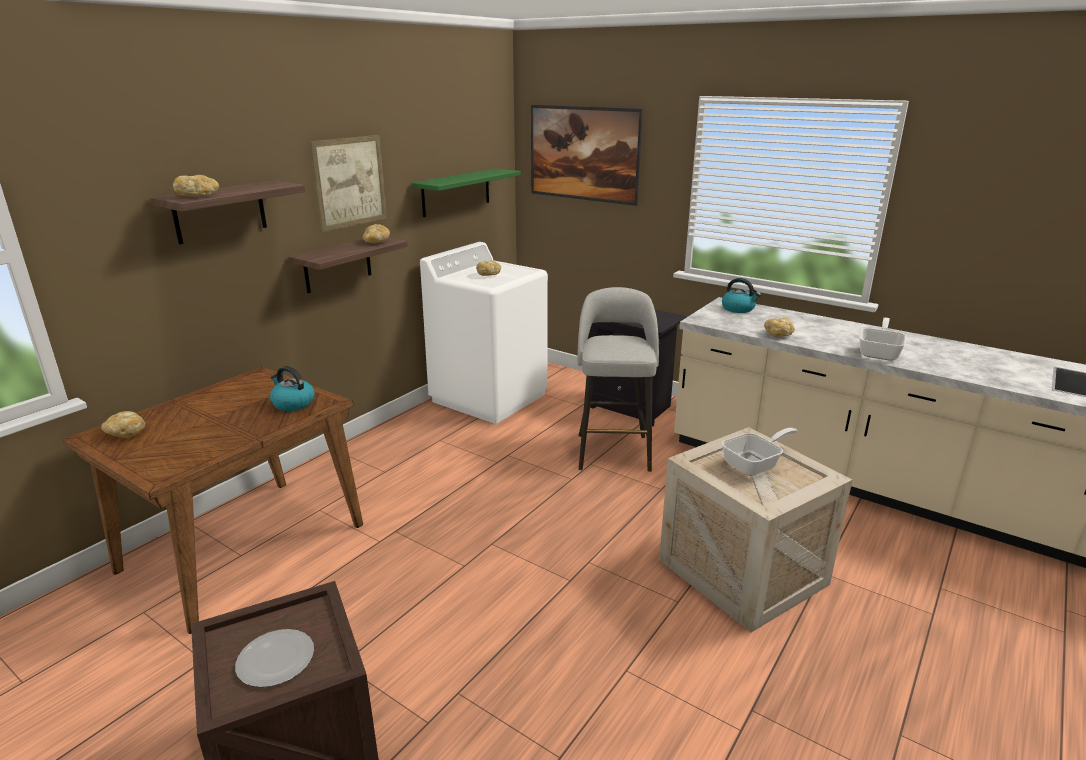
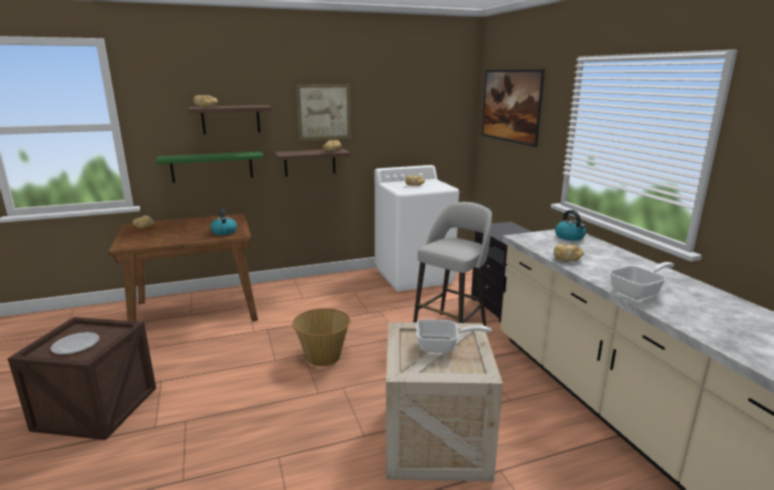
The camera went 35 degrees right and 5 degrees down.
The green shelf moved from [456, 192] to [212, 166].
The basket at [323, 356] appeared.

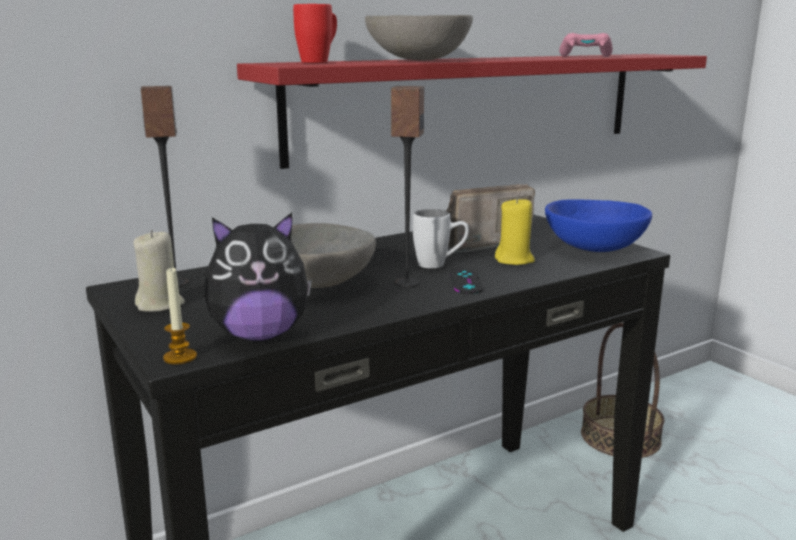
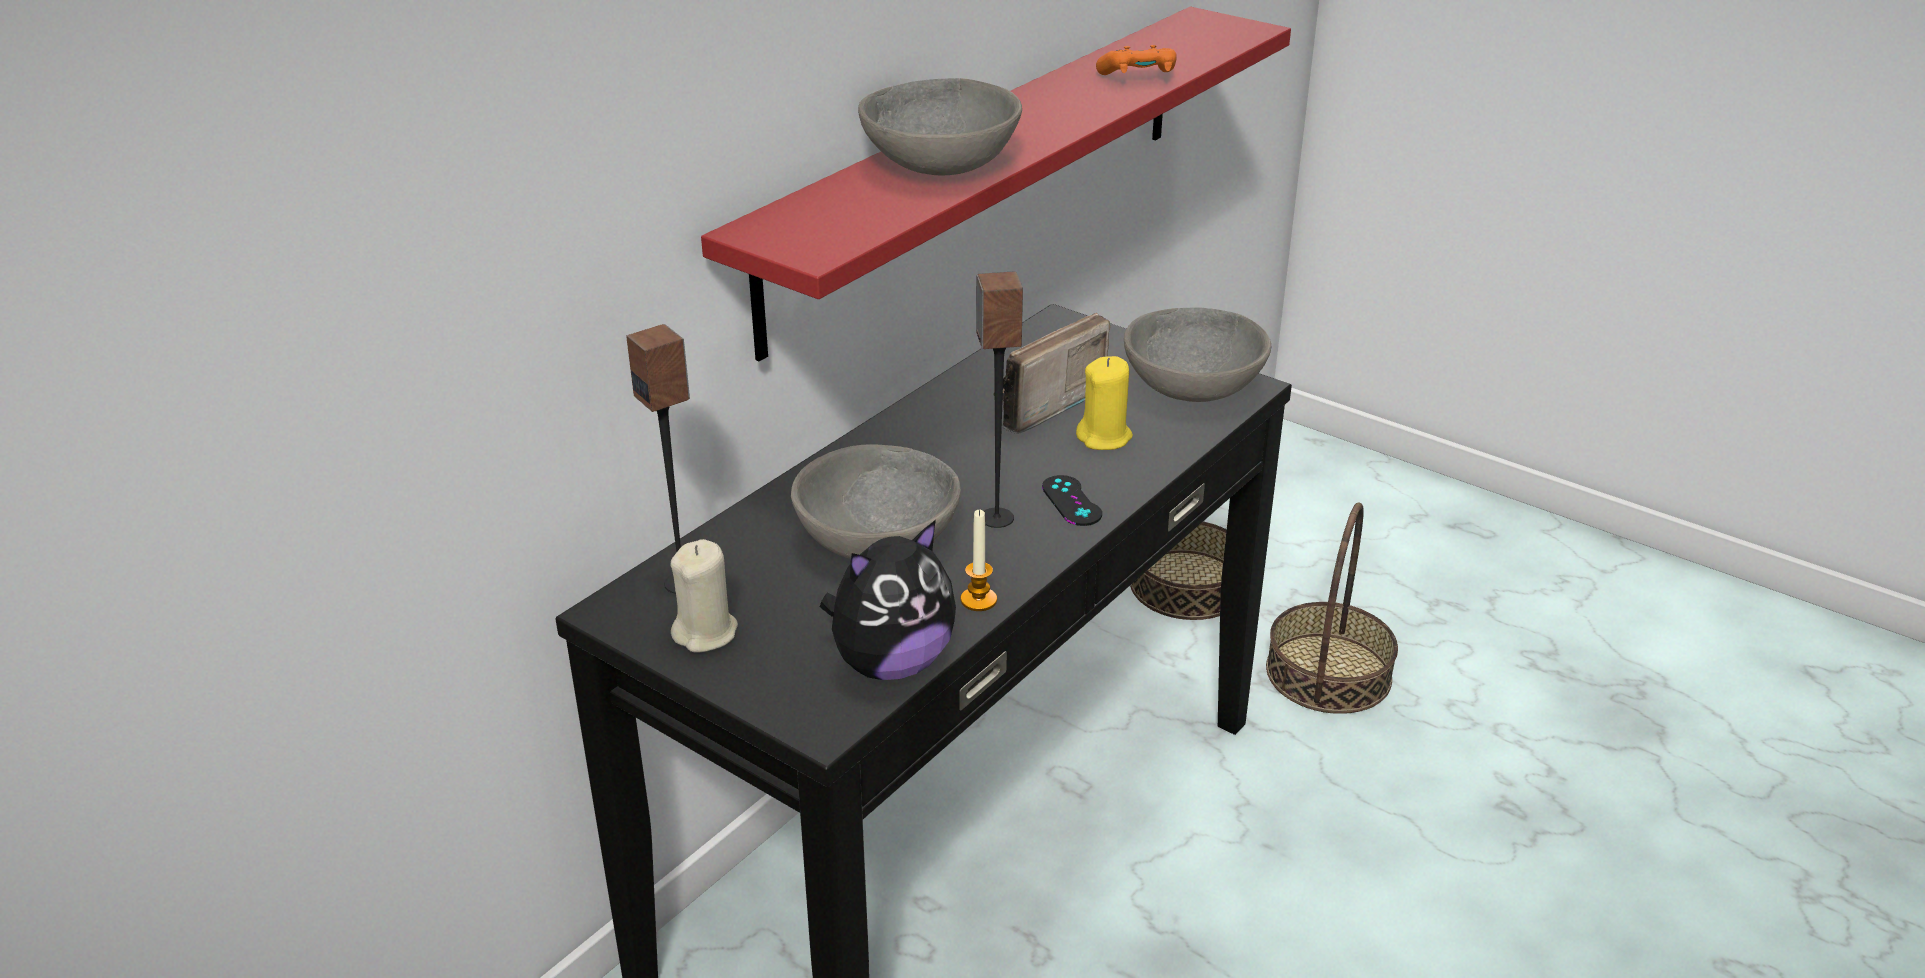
The camera went 20 degrees left and 15 degrees up.
The candle moved from [180, 357] to [978, 600].
The red mug at [320, 61] disappeared.
The white mug at [440, 265] disappeared.
The blue bowl at [595, 248] became the grey bowl at [1192, 387].
The pink game controller at [585, 57] became the orange game controller at [1138, 79].
The basket at [1328, 673] appeared.

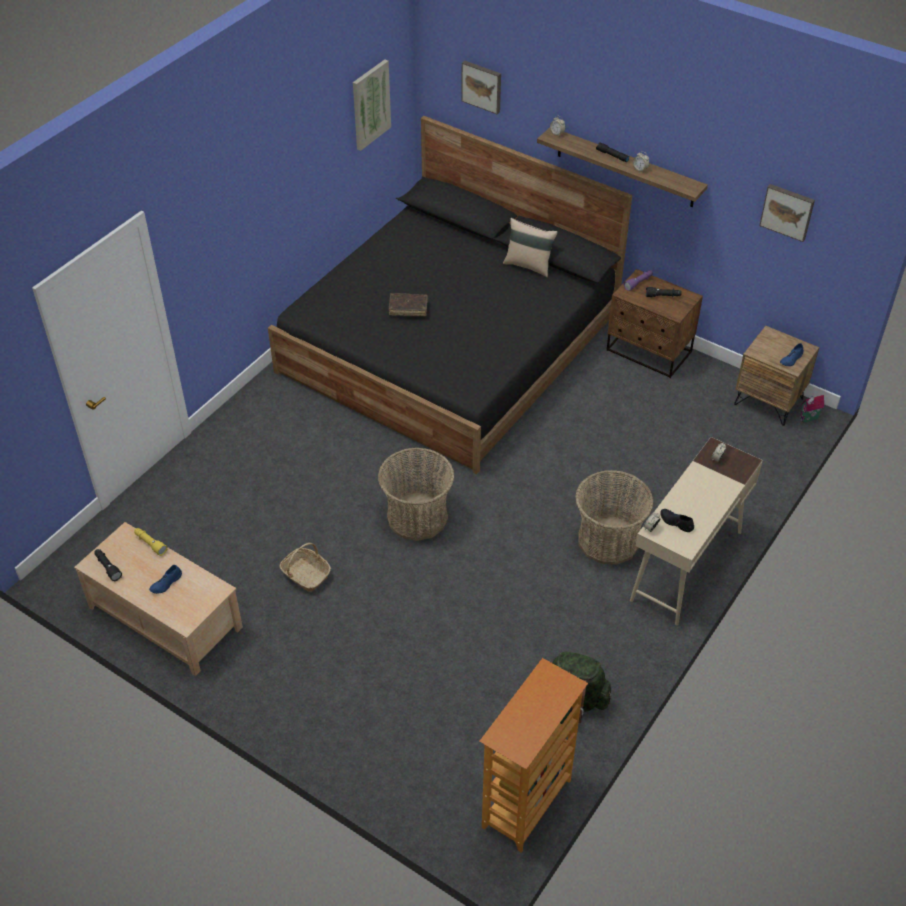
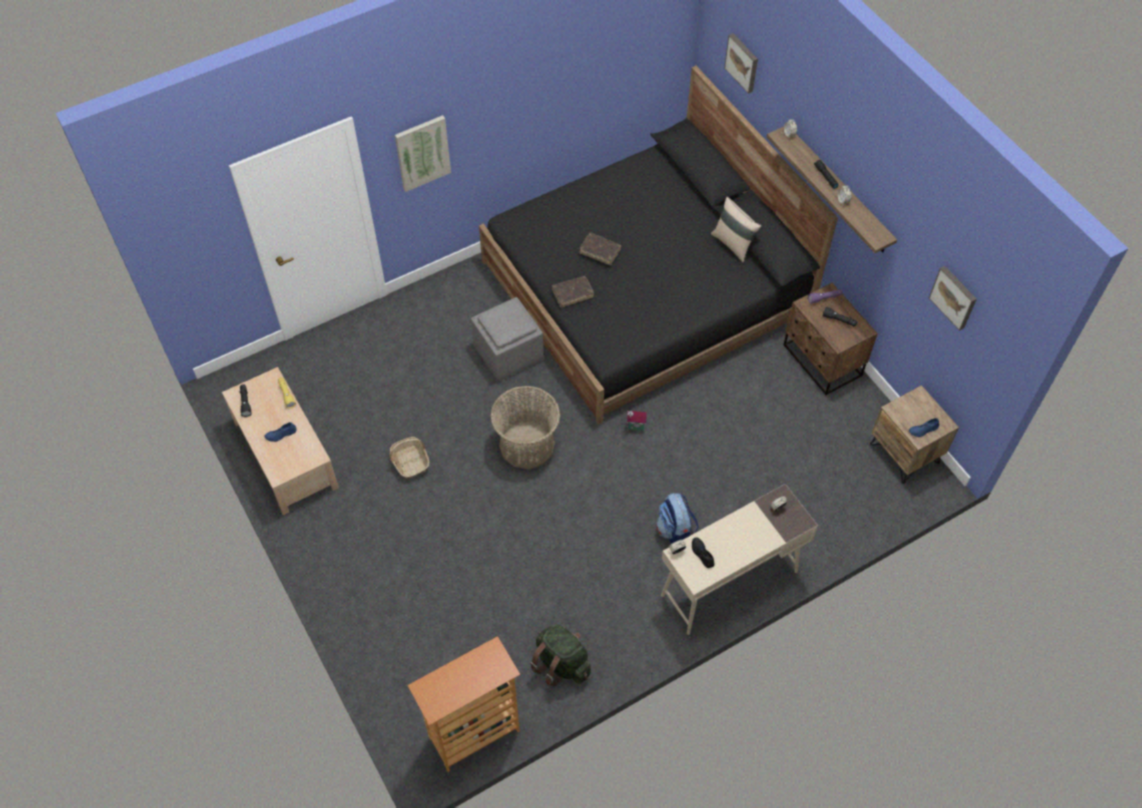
The camera went 25 degrees right and 10 degrees up.
The picture moved from [370, 104] to [422, 152].
The basket at [608, 540] was replaced by the backpack at [675, 532].
The toy house moved from [809, 419] to [635, 428].
The grey ottoman at [509, 353] appeared.
The brown book at [572, 294] appeared.

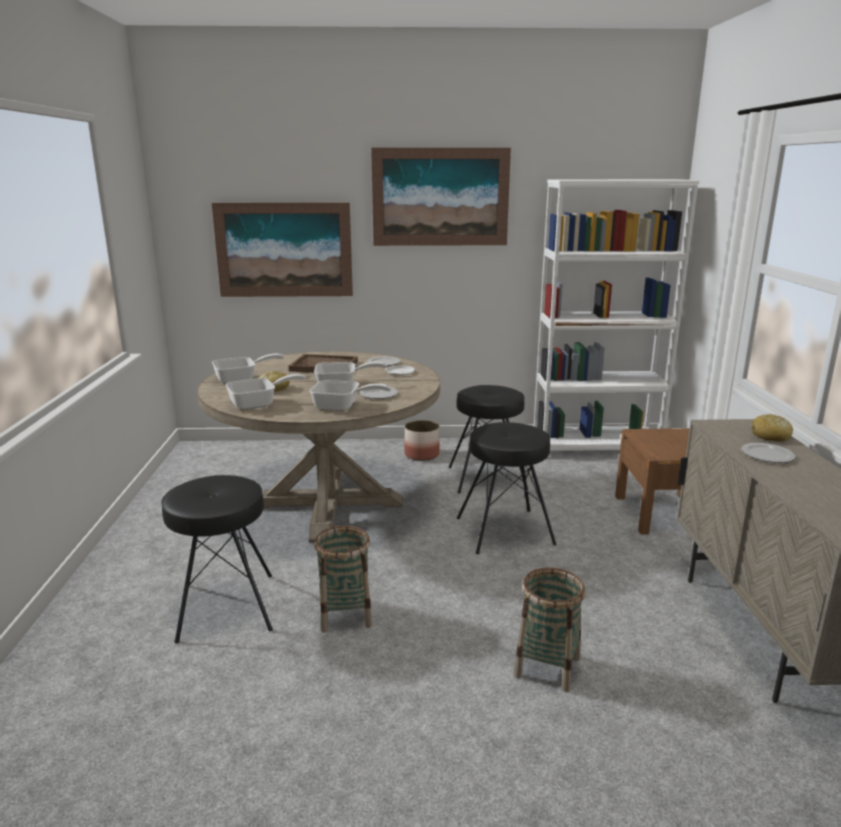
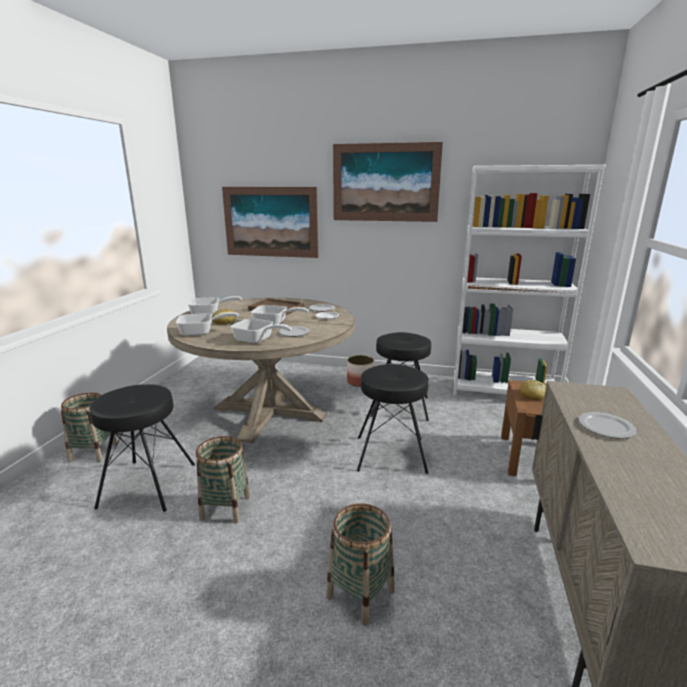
The camera went 15 degrees right and 0 degrees up.
The bread moved from [770, 436] to [533, 395].
The basket at [93, 452] appeared.

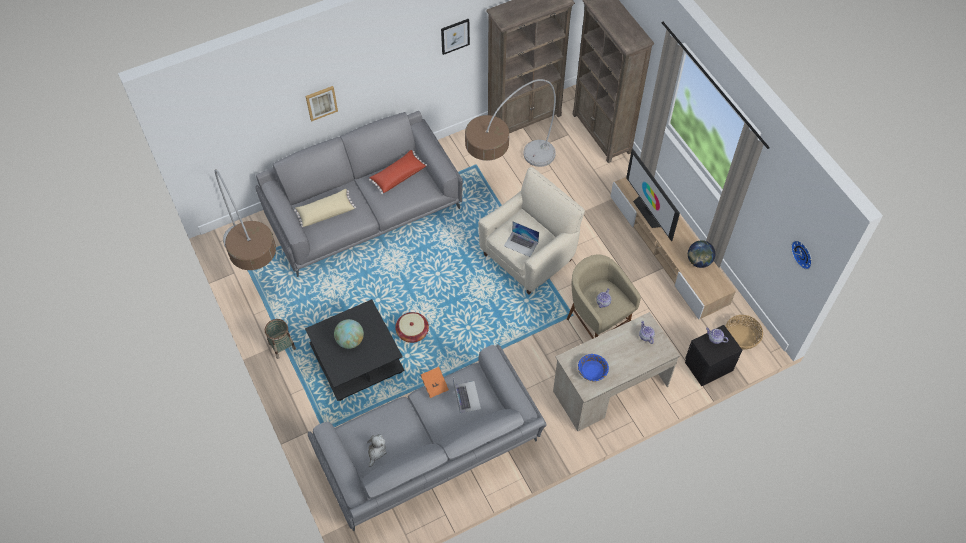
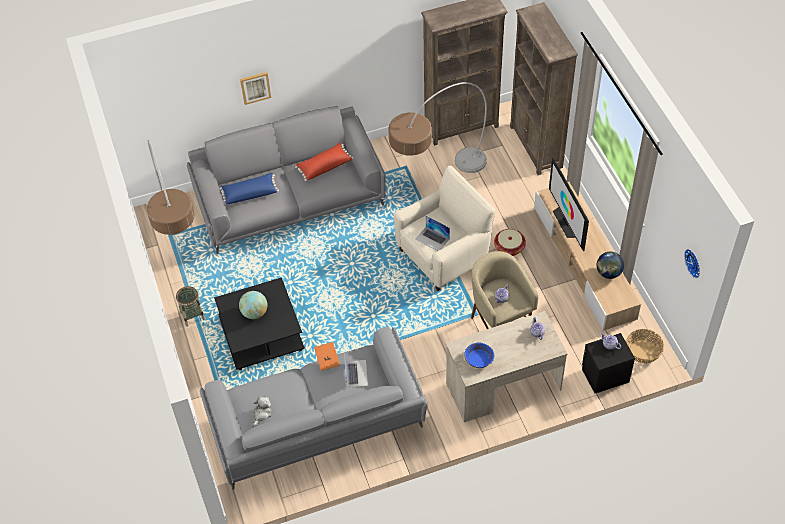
The camera went 10 degrees right and 5 degrees down.
The beige pillow at [325, 212] became the blue pillow at [249, 193].
The basket moved from [412, 332] to [509, 248].
The picture at [455, 36] disappeared.

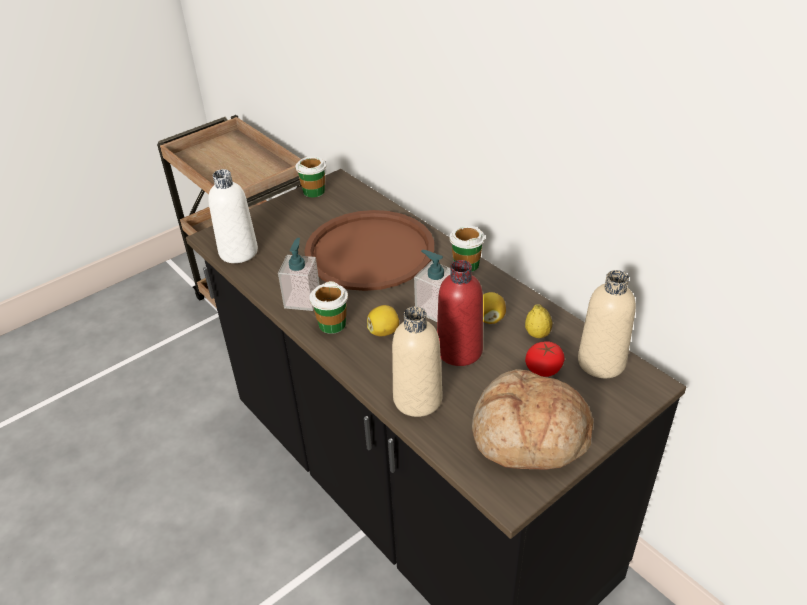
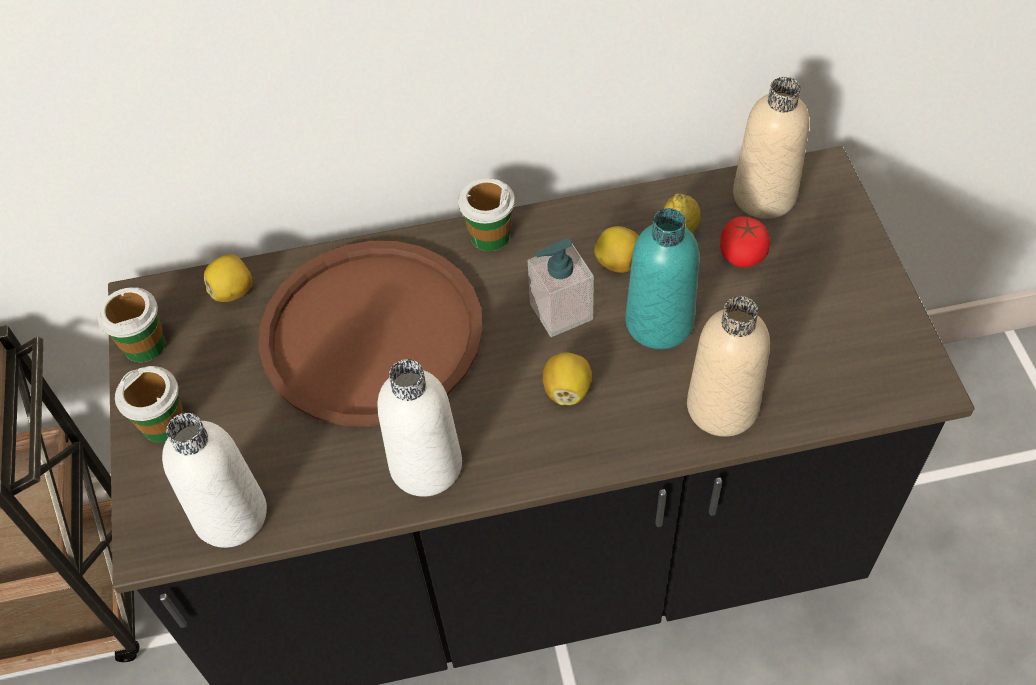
The camera went 60 degrees left and 15 degrees up.
The soap dispenser at [302, 300] was replaced by the white bottle at [426, 465].
The cup moved from [332, 324] to [164, 424].
The red bottle at [459, 350] became the turquoise bottle at [659, 322].
The bread at [529, 435] disappeared.
The lemon at [233, 291] appeared.

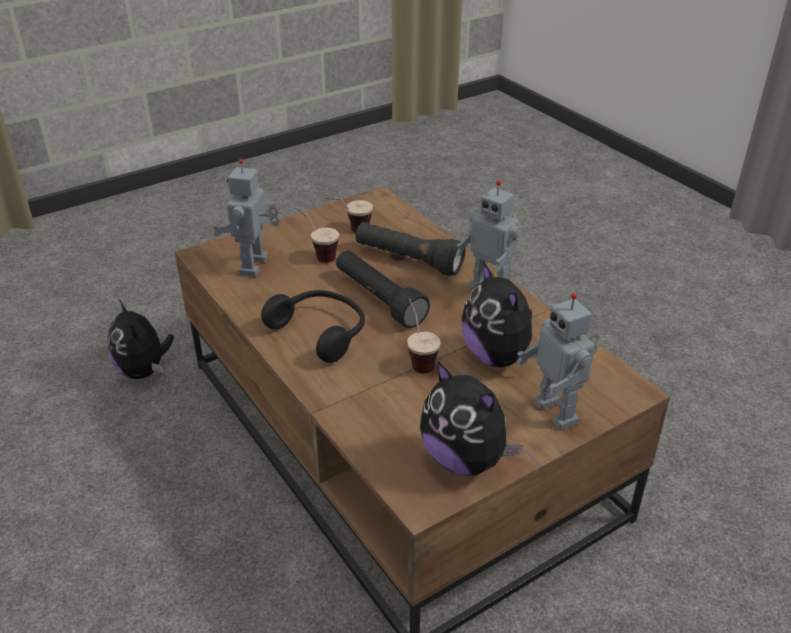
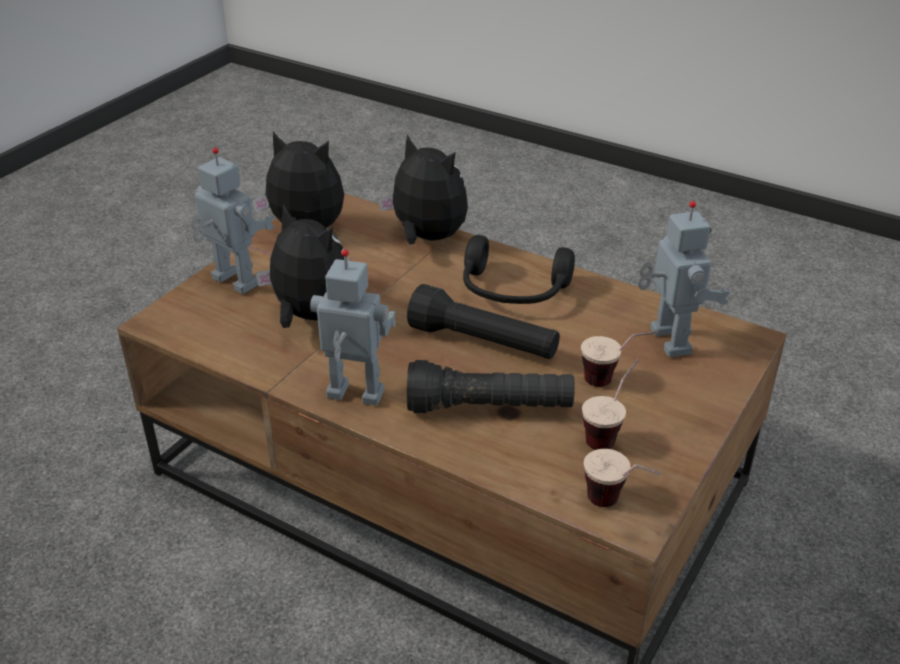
The camera went 155 degrees right and 0 degrees up.
The plush toy moved from [144, 371] to [426, 238].
The cup moved from [418, 358] to [617, 507].

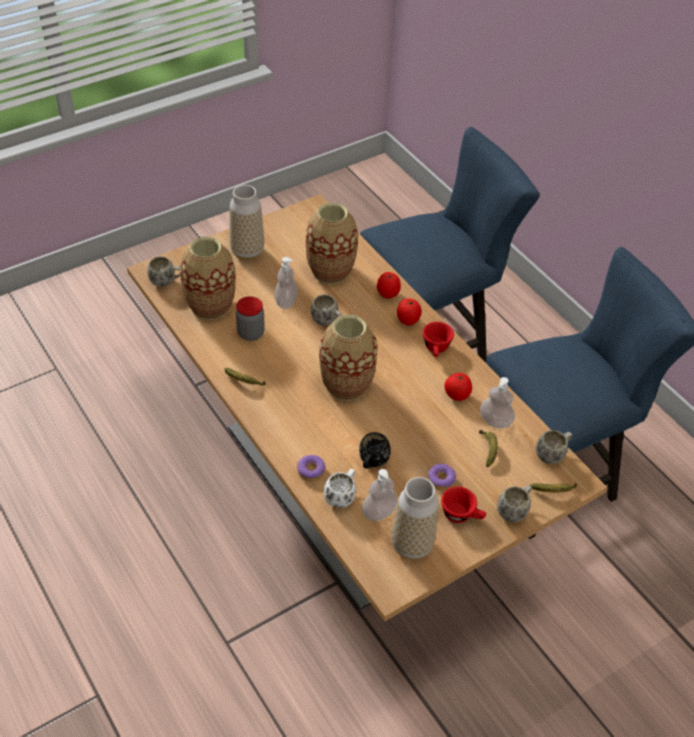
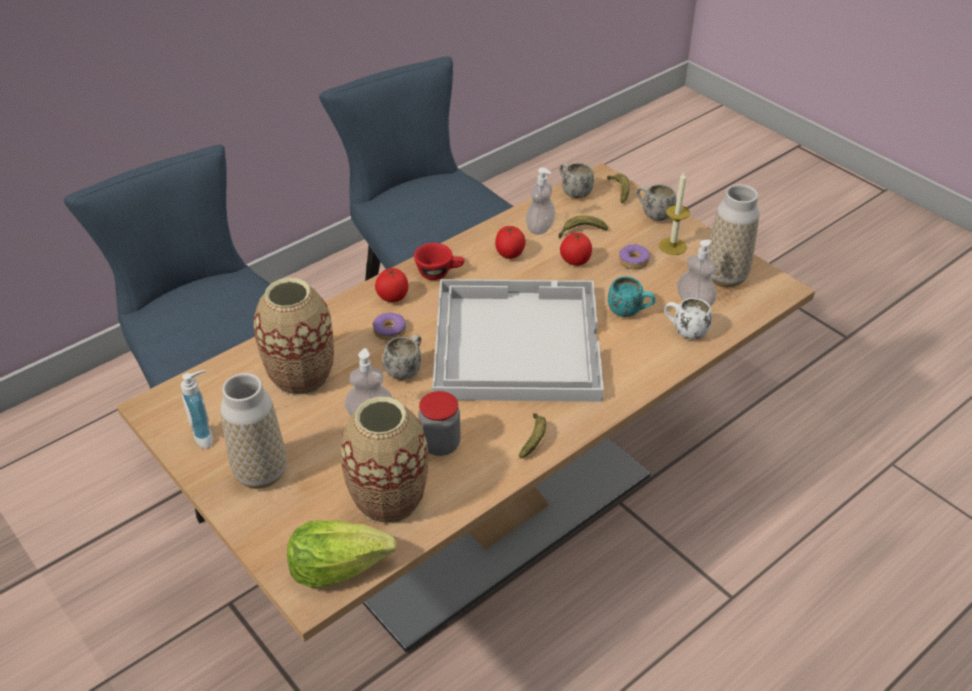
The camera went 95 degrees left and 5 degrees down.
The white mug at [166, 282] was replaced by the lettuce at [338, 566].
The donut moved from [311, 471] to [390, 331].
The vase at [346, 384] was replaced by the white tray at [515, 342].
The black mug at [372, 463] became the turquoise mug at [629, 312].
The tomato moved from [388, 294] to [575, 262].
The red cup at [462, 515] was replaced by the candle at [672, 246].
The soap dispenser at [207, 435] appeared.

